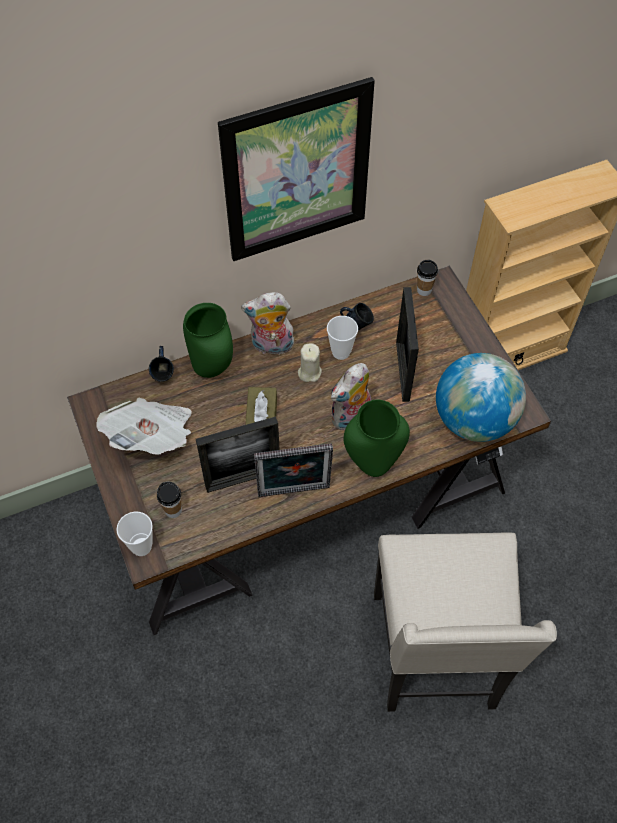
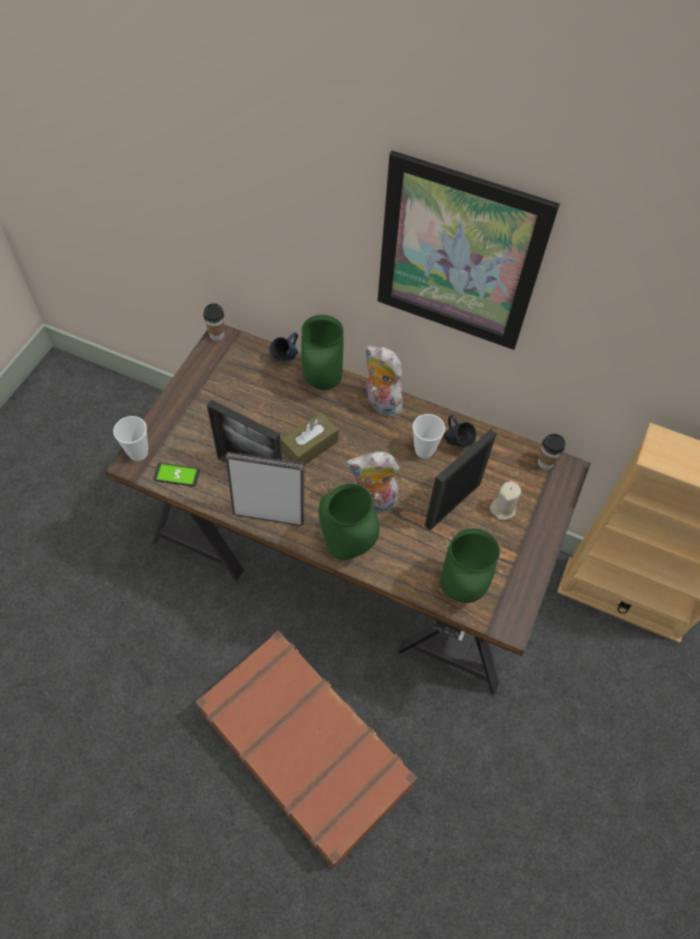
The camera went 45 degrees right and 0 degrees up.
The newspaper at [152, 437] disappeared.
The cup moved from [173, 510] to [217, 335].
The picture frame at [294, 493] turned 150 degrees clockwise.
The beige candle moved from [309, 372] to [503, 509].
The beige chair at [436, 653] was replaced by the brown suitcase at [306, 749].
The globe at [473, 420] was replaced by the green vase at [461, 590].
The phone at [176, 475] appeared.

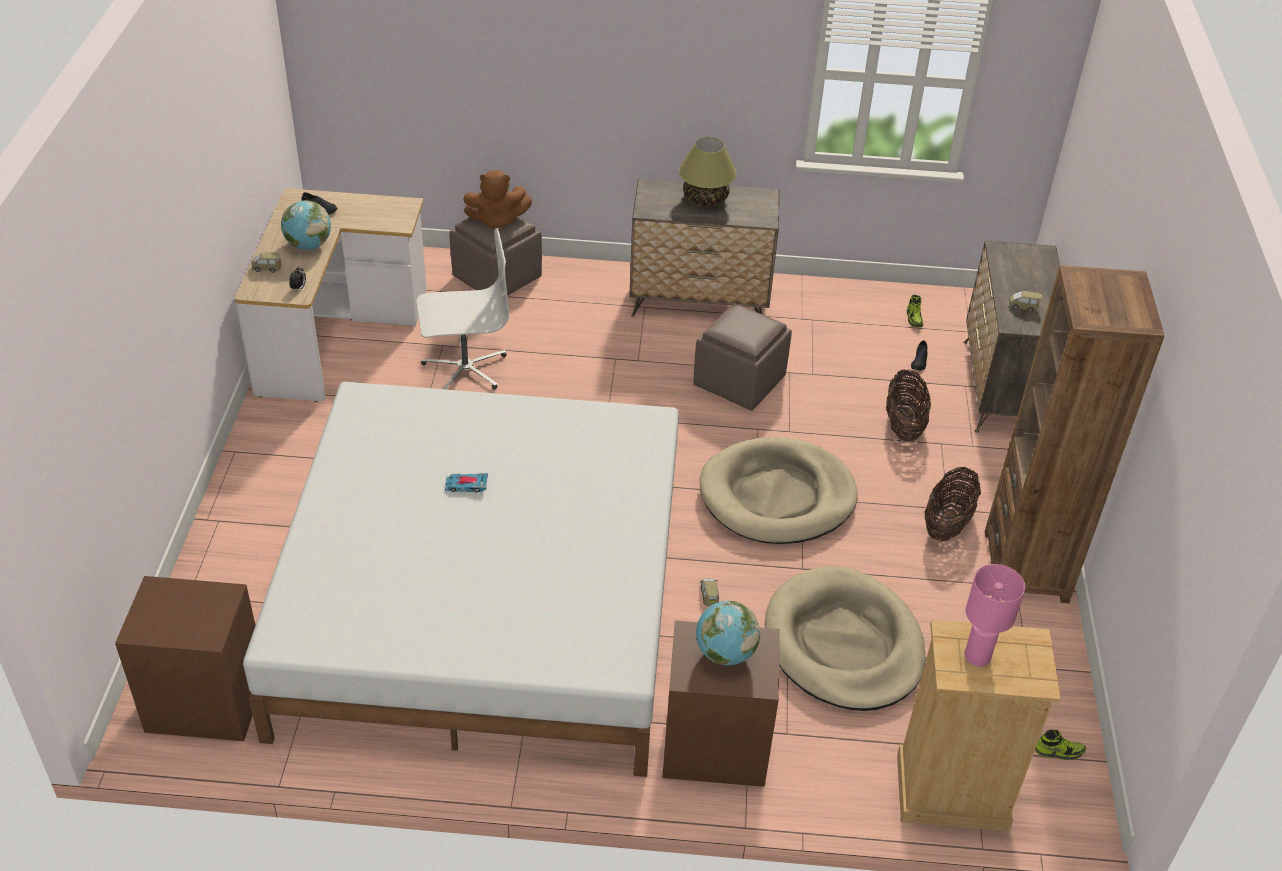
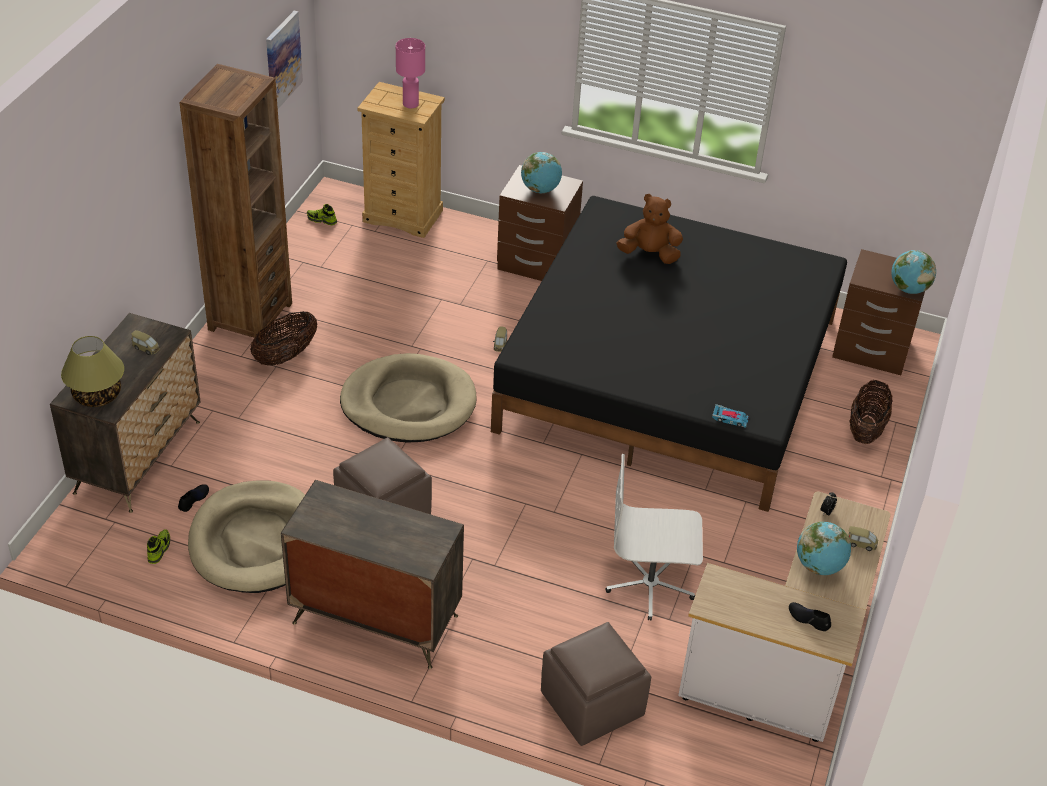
The camera went 165 degrees left and 0 degrees up.
The white bed at [484, 600] became the black bed at [670, 374].
The toy car moved from [466, 485] to [730, 418].
The brown plush toy moved from [497, 220] to [649, 254].
The table lamp moved from [705, 198] to [97, 395].
The beige dog bed moved from [843, 644] to [256, 541].
The basket moved from [903, 425] to [866, 429].
The picture at [282, 60] appeared.
The globe at [908, 289] appeared.

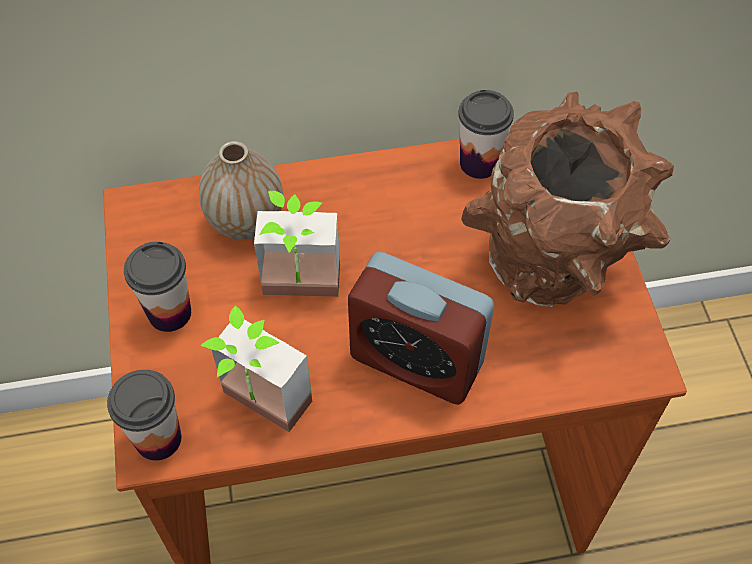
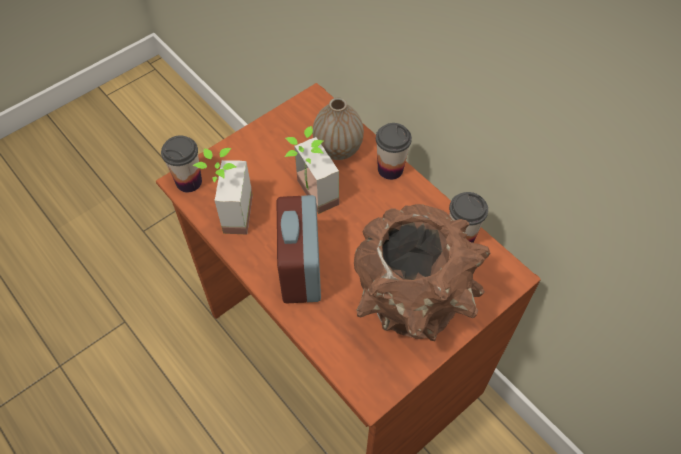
The camera went 60 degrees right and 0 degrees up.
The cup moved from [169, 313] to [390, 169].

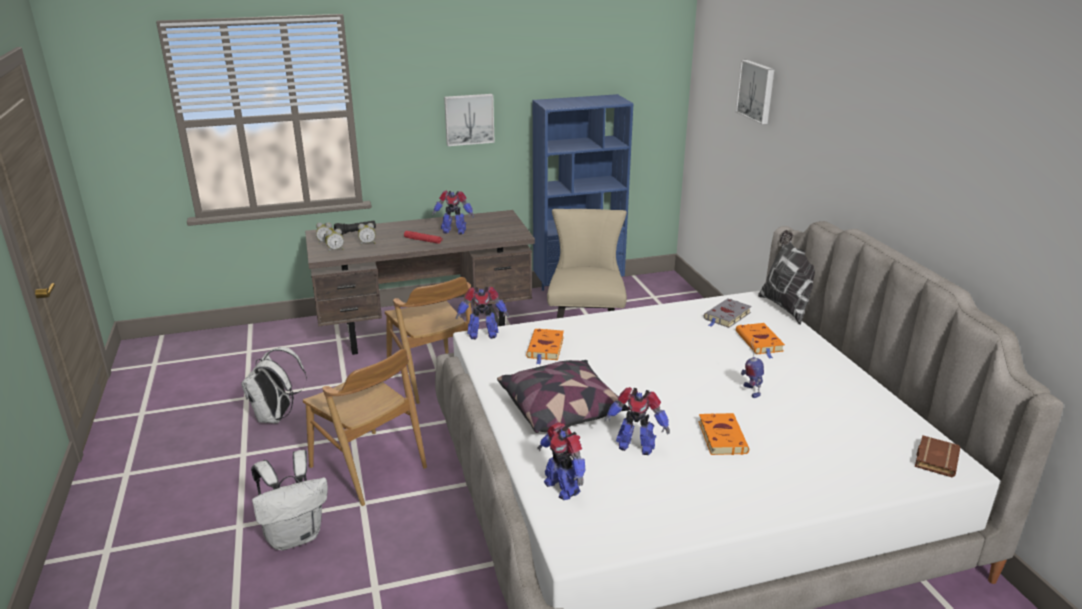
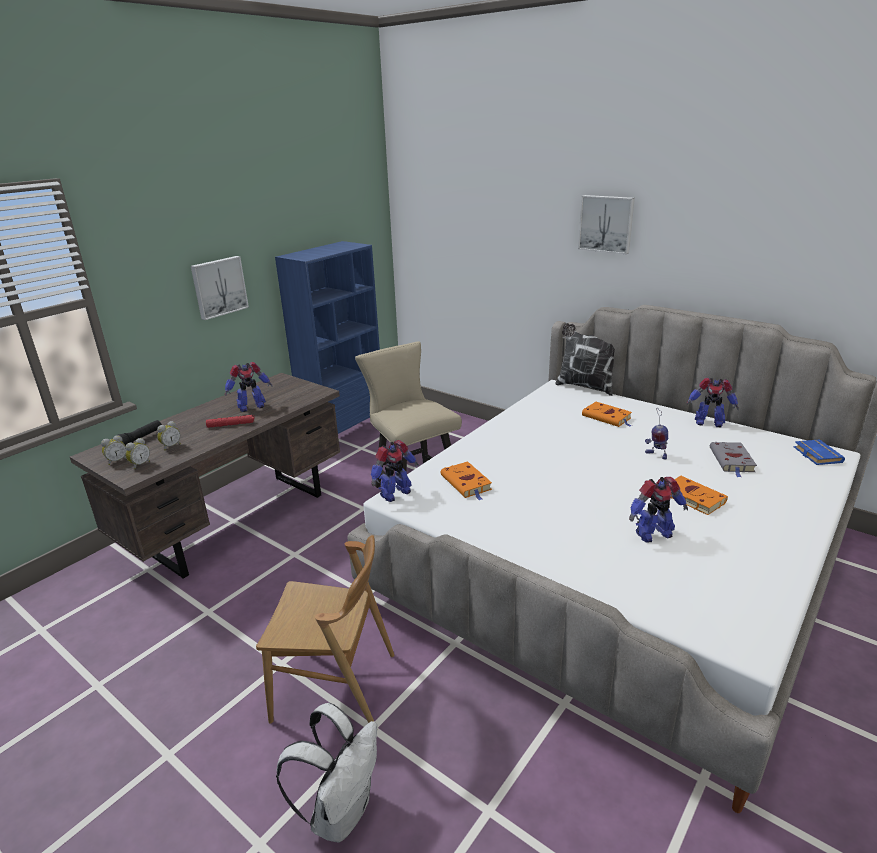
The camera went 35 degrees left and 0 degrees up.
The white backpack at [276, 417] disappeared.
The brown chair at [432, 377] disappeared.
The pillow at [562, 409] disappeared.
The toy robot moved from [562, 487] to [708, 422].
The grey book moved from [726, 316] to [732, 461].
The picture moved from [757, 91] to [606, 224].
The brown book at [934, 458] became the blue book at [815, 455].

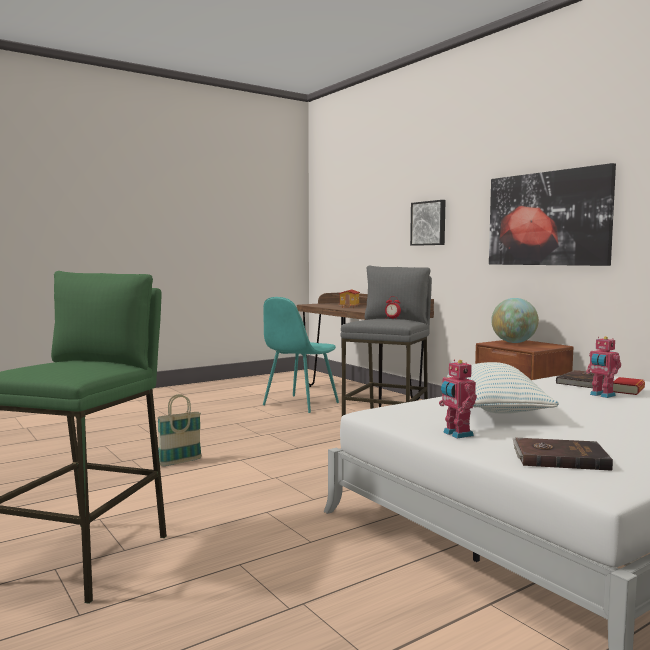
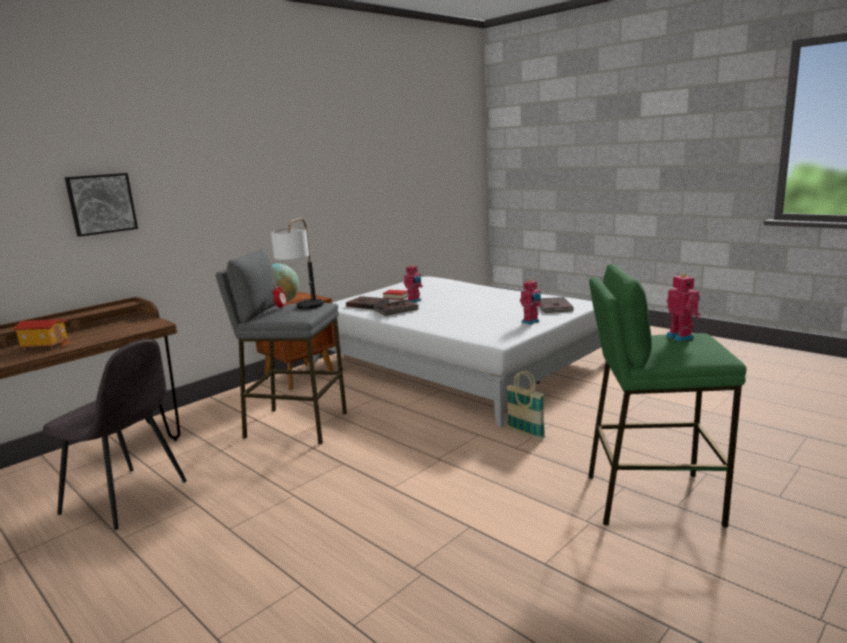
The camera went 100 degrees left and 10 degrees up.
The basket moved from [180, 462] to [525, 434].
The turquoise chair at [299, 404] became the grey chair at [127, 498].
The pillow at [496, 408] disappeared.
The picture at [547, 218] disappeared.
The table lamp at [303, 309] appeared.
The brown book at [396, 310] appeared.
The toy robot at [681, 337] appeared.

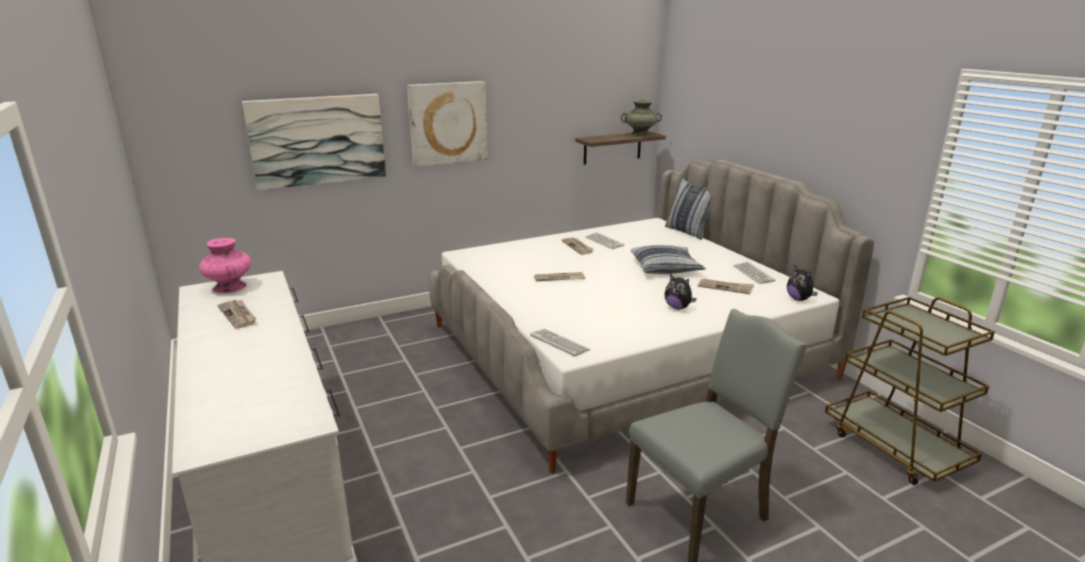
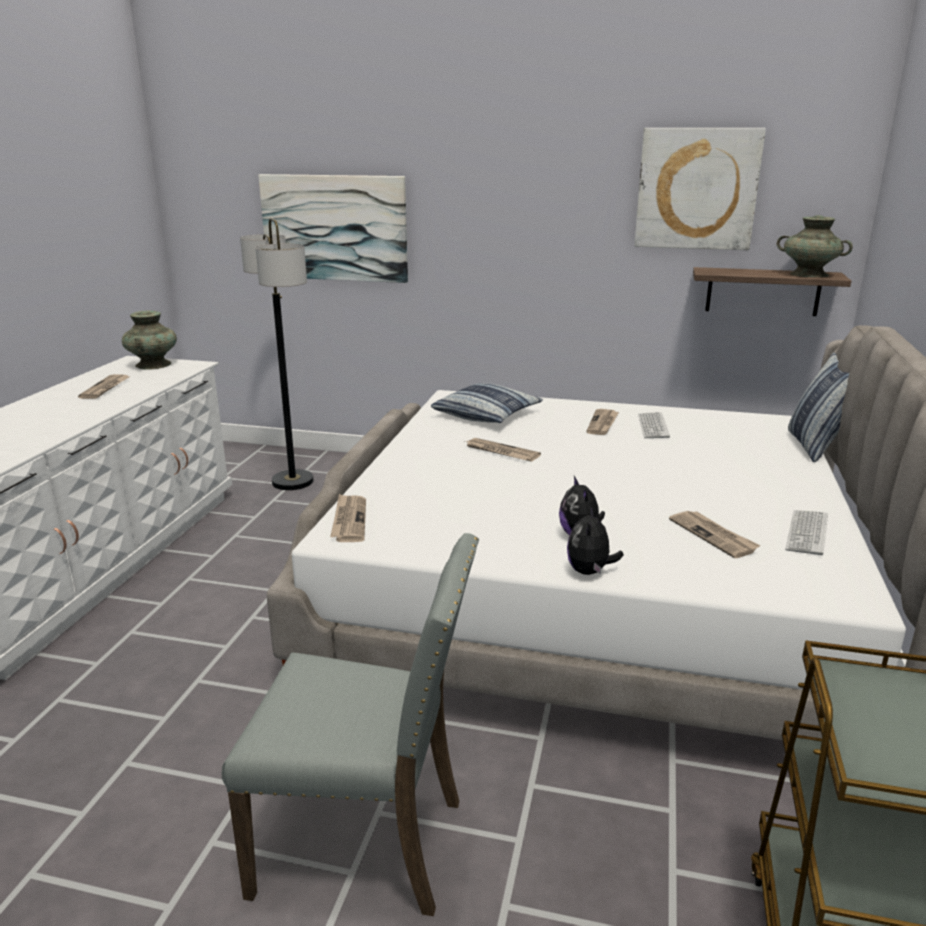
The camera went 40 degrees right and 0 degrees up.
The pink vase at [229, 287] became the turquoise vase at [153, 364].
The picture moved from [448, 123] to [697, 189].
The keyboard at [559, 343] was replaced by the newspaper at [349, 520].
The pillow moved from [666, 267] to [487, 414].
The plush toy moved from [799, 299] to [590, 572].
The floor lamp at [293, 481] appeared.

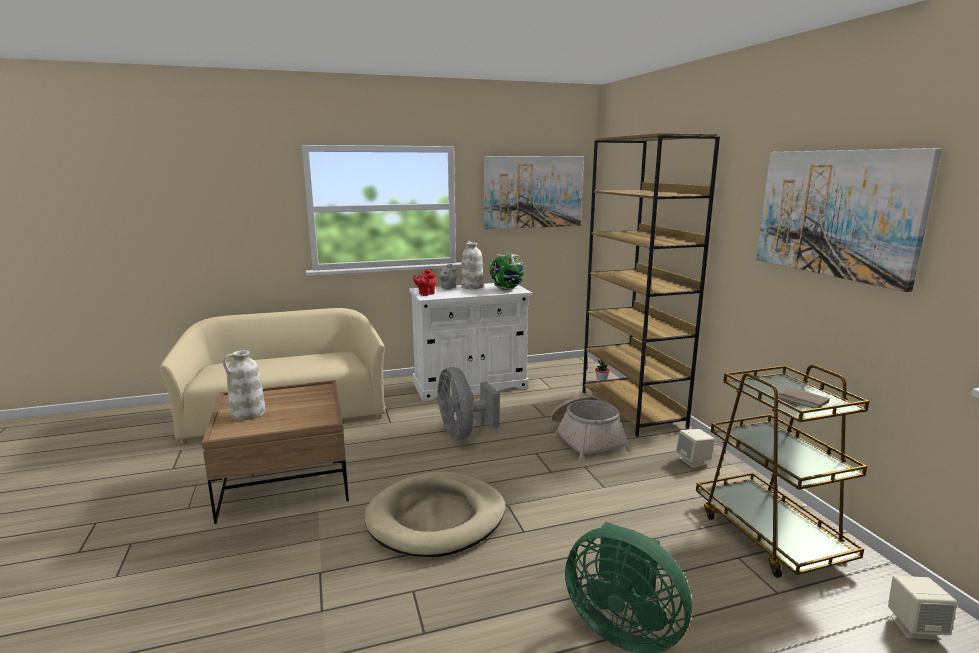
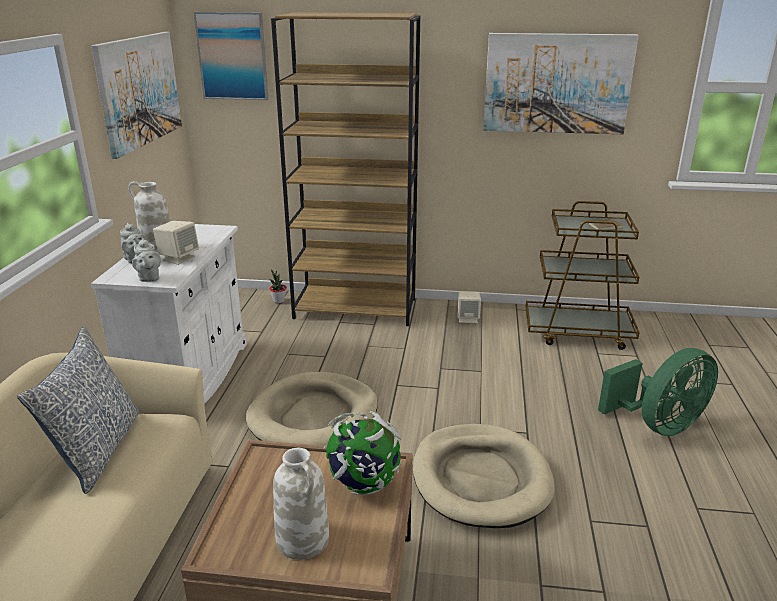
The camera went 65 degrees left and 10 degrees up.
The red teapot at [425, 294] became the grey teapot at [149, 278].
The grey fan at [463, 433] was replaced by the beige dog bed at [314, 416].
The globe moved from [506, 289] to [363, 484].
The basket at [586, 439] disappeared.
The beige speaker moved from [915, 627] to [179, 258].
The pillow at [97, 450] appeared.
The picture at [232, 56] appeared.

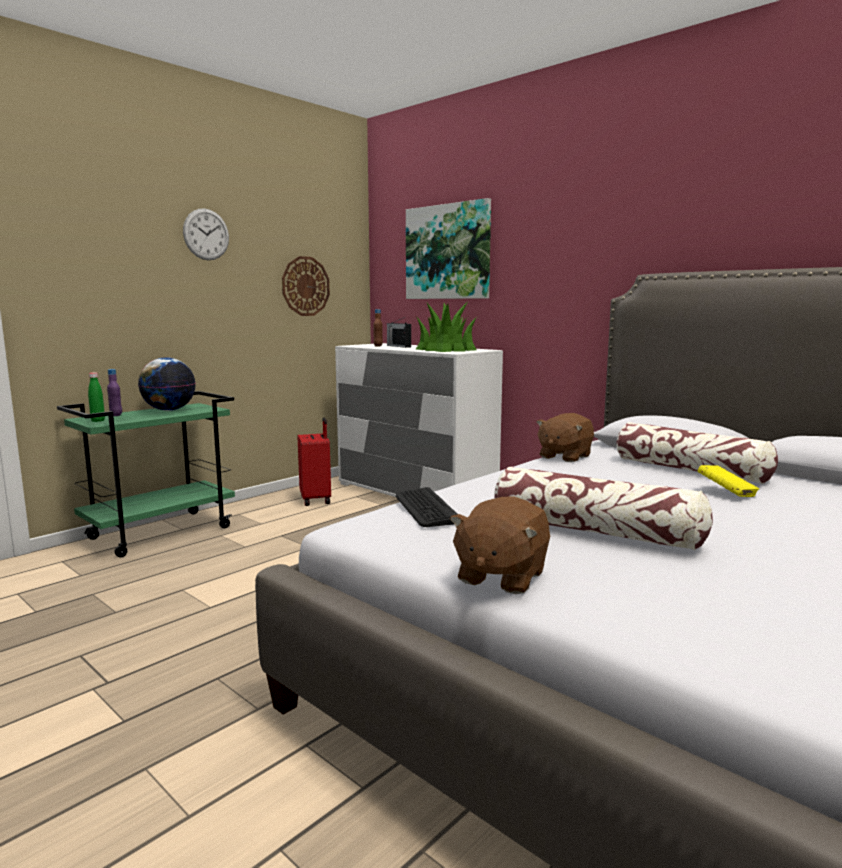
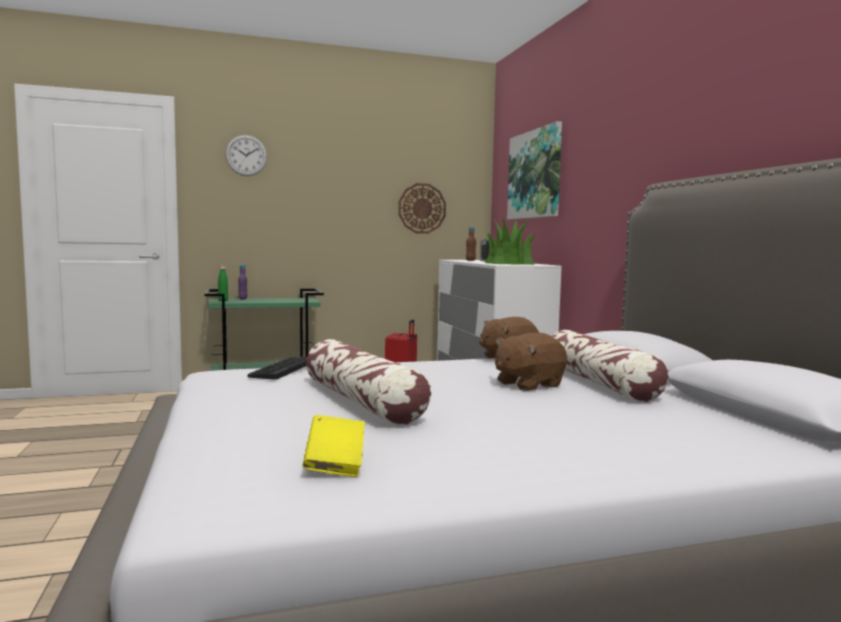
The camera went 30 degrees right and 5 degrees down.
The globe at [169, 410] disappeared.
The wall clock moved from [206, 234] to [246, 155].
The brown plush toy moved from [500, 576] to [528, 384].
The yellow book moved from [726, 493] to [335, 464].

